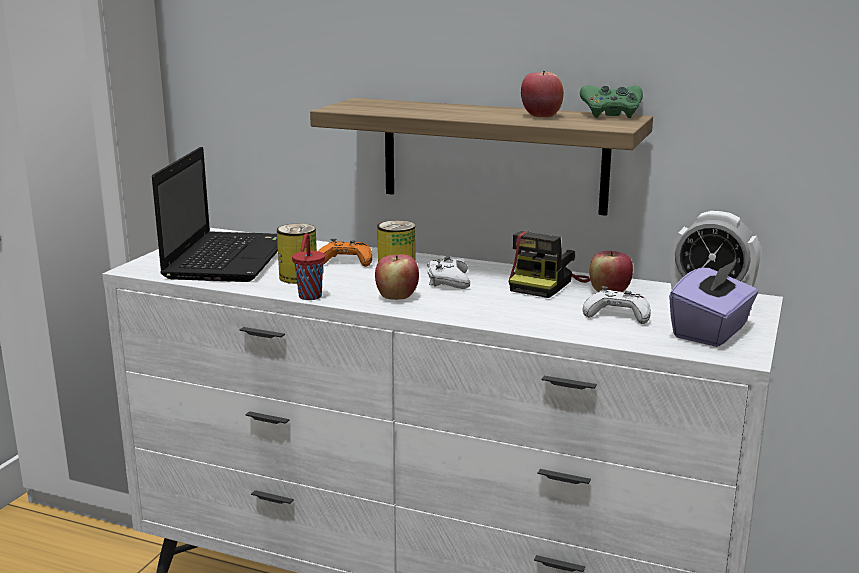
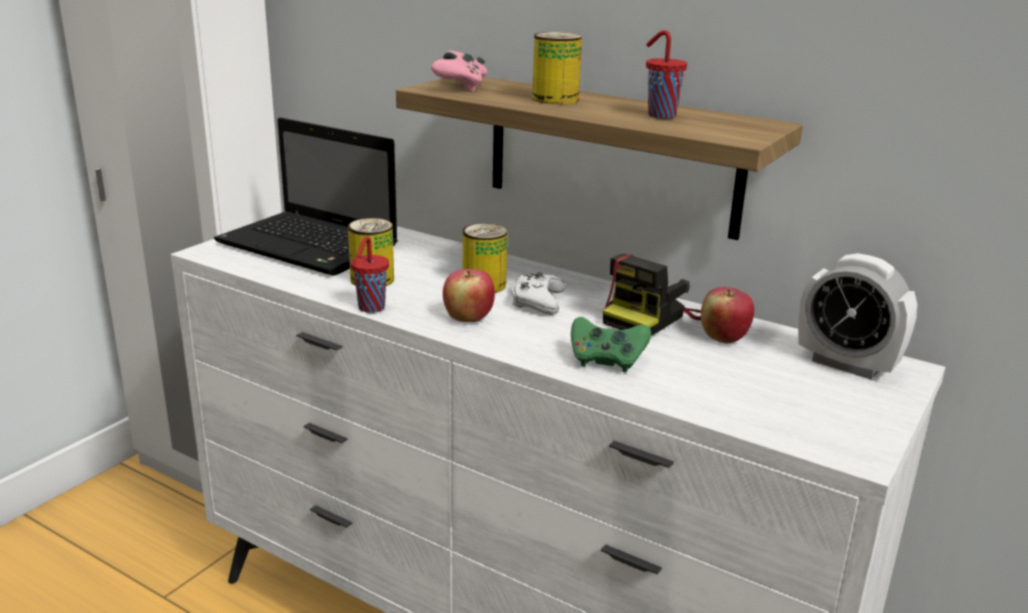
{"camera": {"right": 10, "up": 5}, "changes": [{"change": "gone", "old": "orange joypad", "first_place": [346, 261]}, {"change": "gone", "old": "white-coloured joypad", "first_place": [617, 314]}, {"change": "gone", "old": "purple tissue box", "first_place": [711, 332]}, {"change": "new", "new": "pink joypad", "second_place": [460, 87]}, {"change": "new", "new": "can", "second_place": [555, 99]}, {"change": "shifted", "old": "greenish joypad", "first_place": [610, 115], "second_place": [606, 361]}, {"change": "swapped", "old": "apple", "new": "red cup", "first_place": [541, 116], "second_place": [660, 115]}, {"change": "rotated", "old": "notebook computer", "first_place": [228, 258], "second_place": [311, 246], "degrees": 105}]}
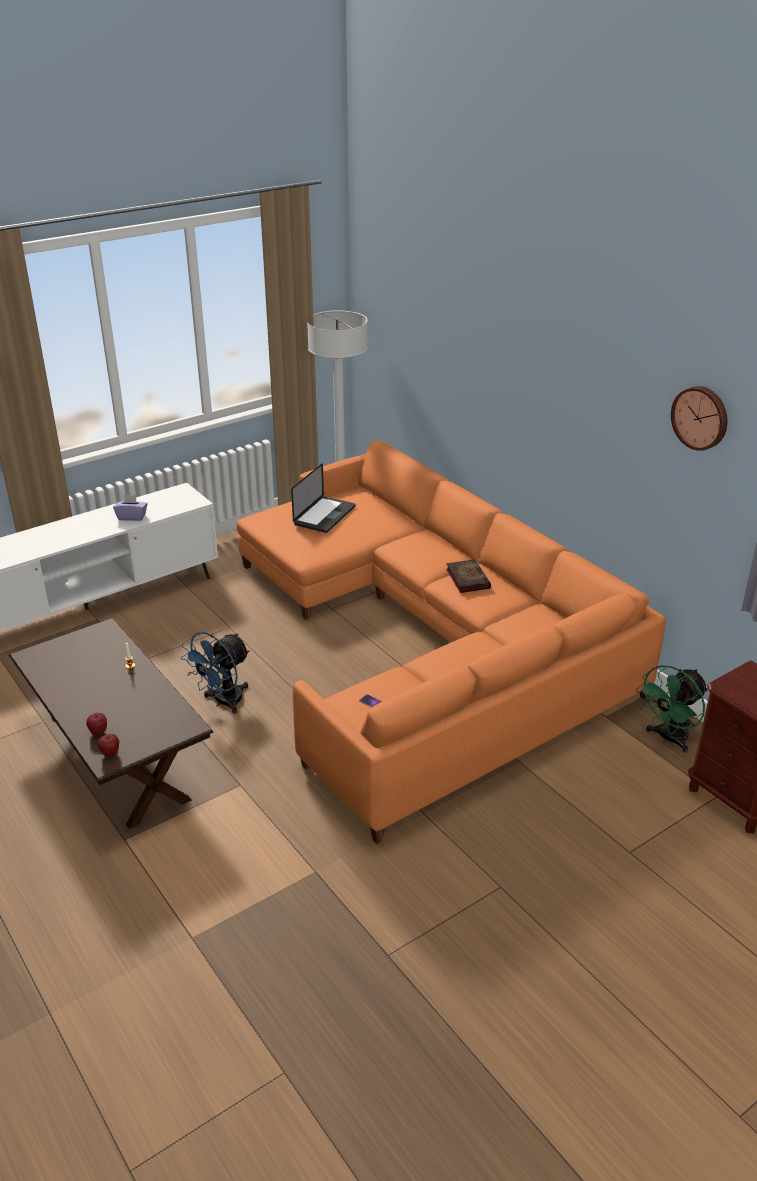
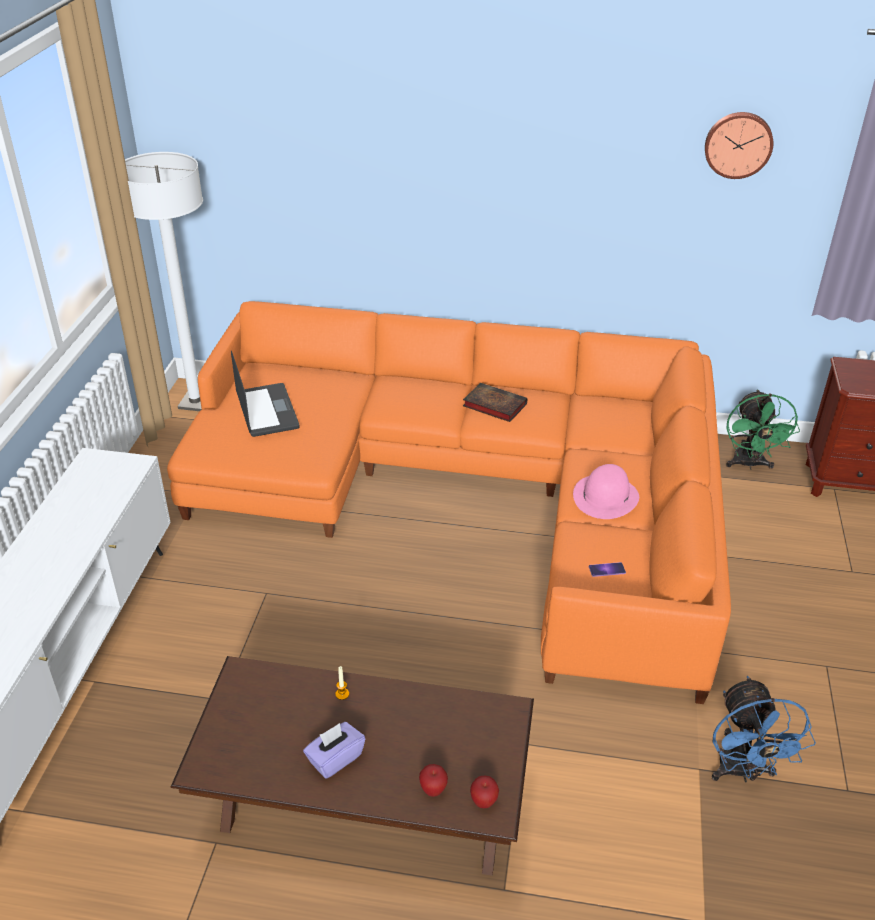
{"camera": {"right": -45, "up": 5}, "changes": [{"change": "new", "new": "pink wearable hat", "second_place": [605, 496]}, {"change": "shifted", "old": "purple tissue box", "first_place": [132, 517], "second_place": [335, 759]}, {"change": "shifted", "old": "bluish fan", "first_place": [223, 702], "second_place": [741, 772]}]}
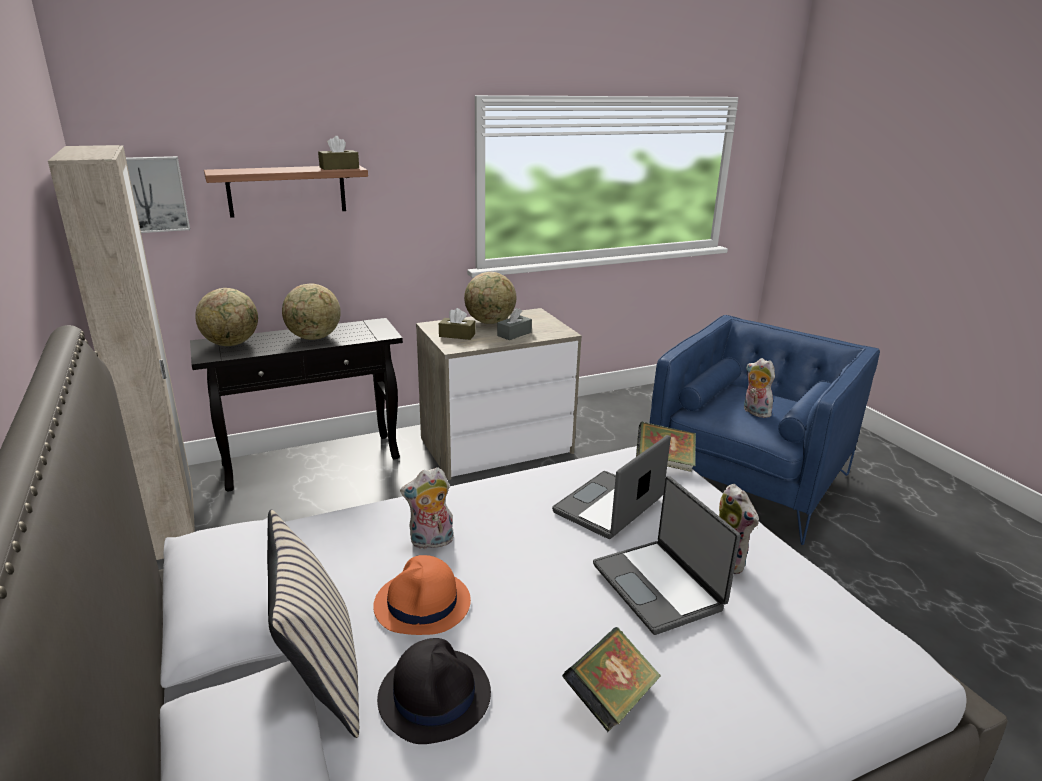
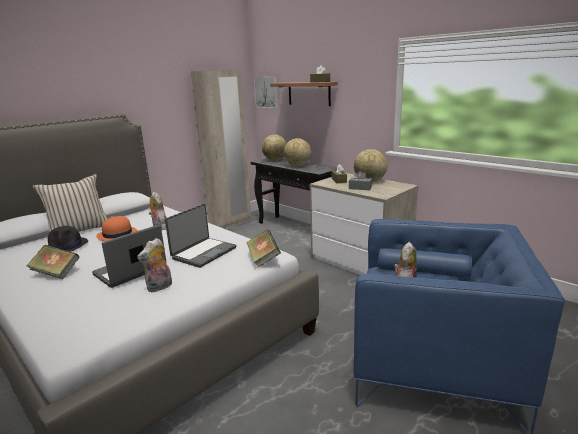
{"camera": {"right": 70, "up": -5}, "changes": [{"change": "rotated", "old": "notebook computer", "first_place": [610, 507], "second_place": [203, 253], "degrees": 105}]}
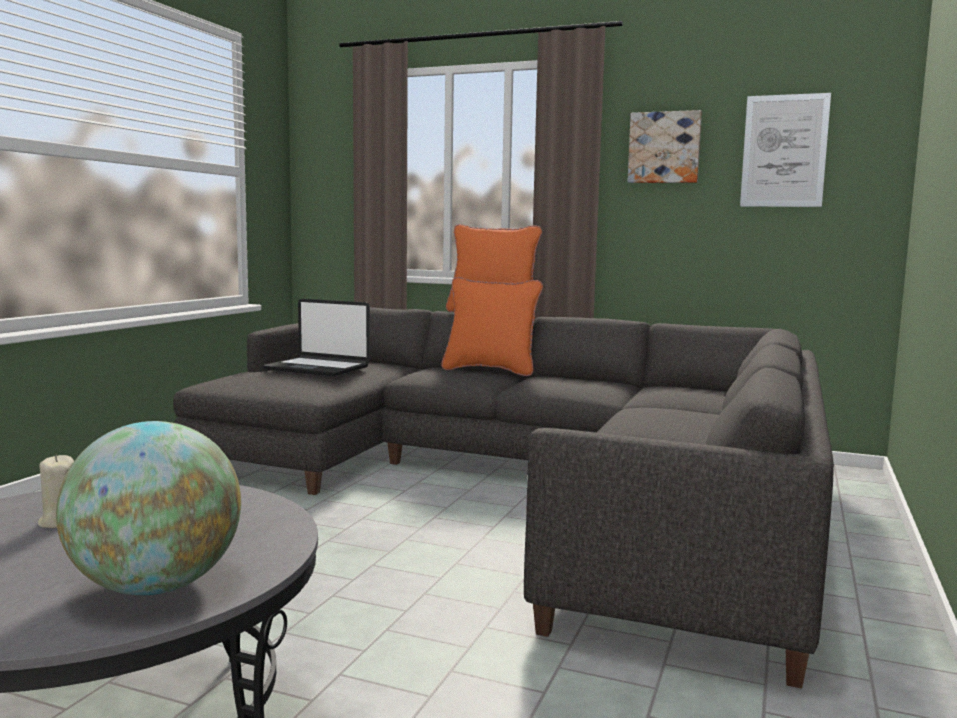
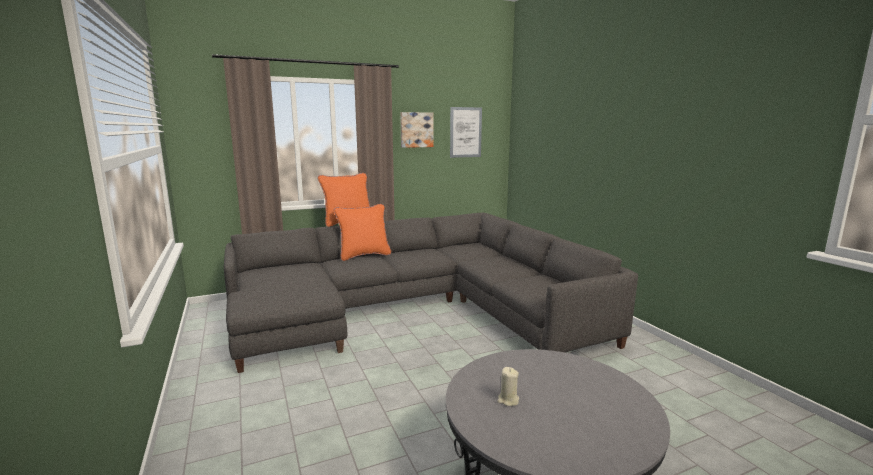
{"camera": {"right": -45, "up": 5}, "changes": [{"change": "gone", "old": "desk globe", "first_place": [156, 587]}, {"change": "gone", "old": "notebook computer", "first_place": [318, 368]}]}
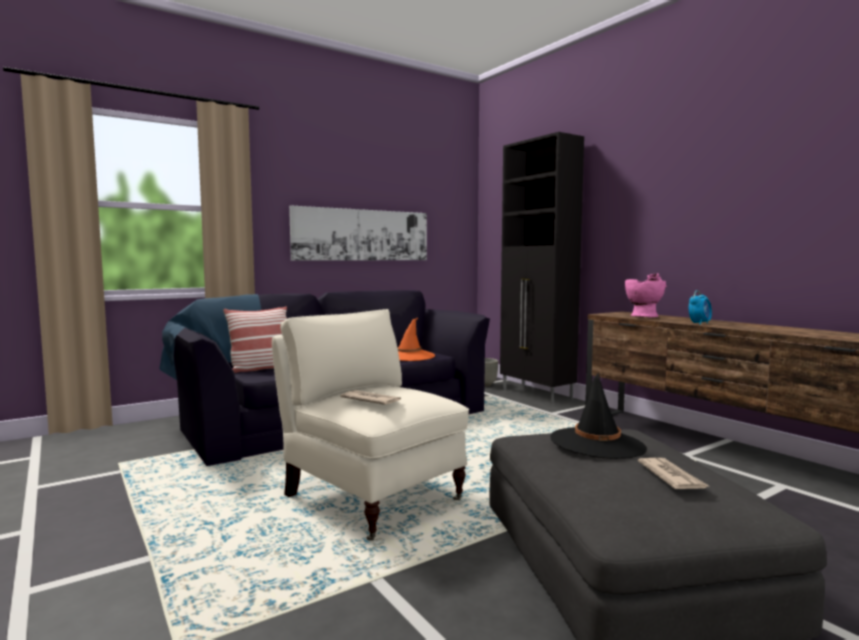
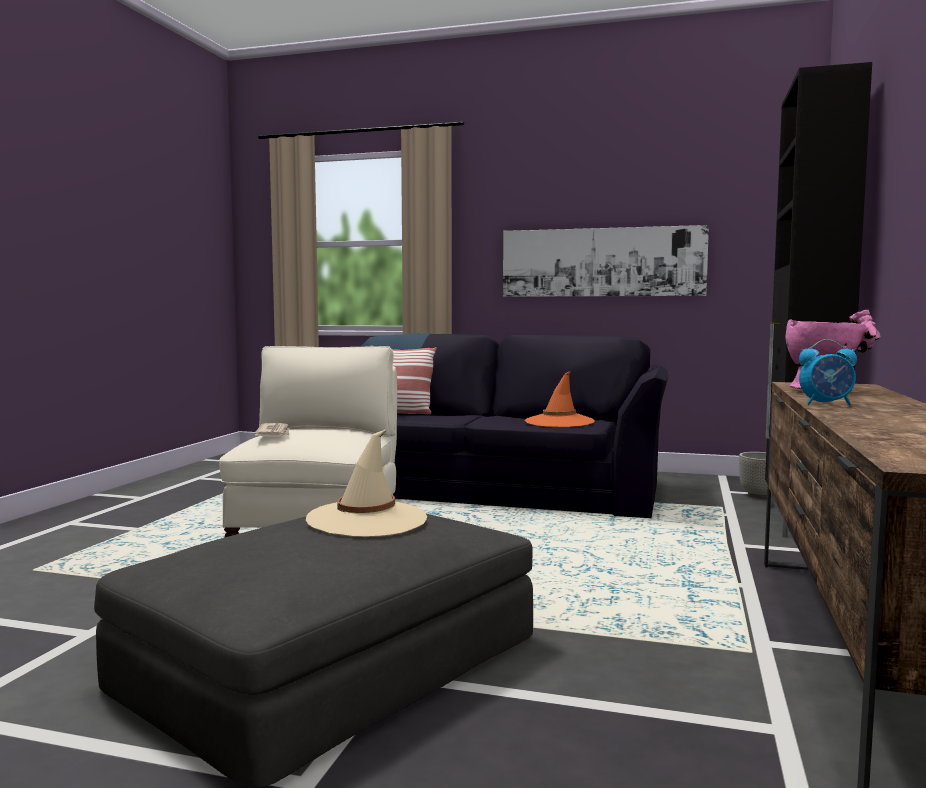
{"camera": {"right": 50, "up": 0}, "changes": [{"change": "gone", "old": "daily paper", "first_place": [671, 477]}, {"change": "repainted", "old": "black wearable hat", "new": "beige-coloured wearable hat", "first_place": [597, 444], "second_place": [367, 519]}]}
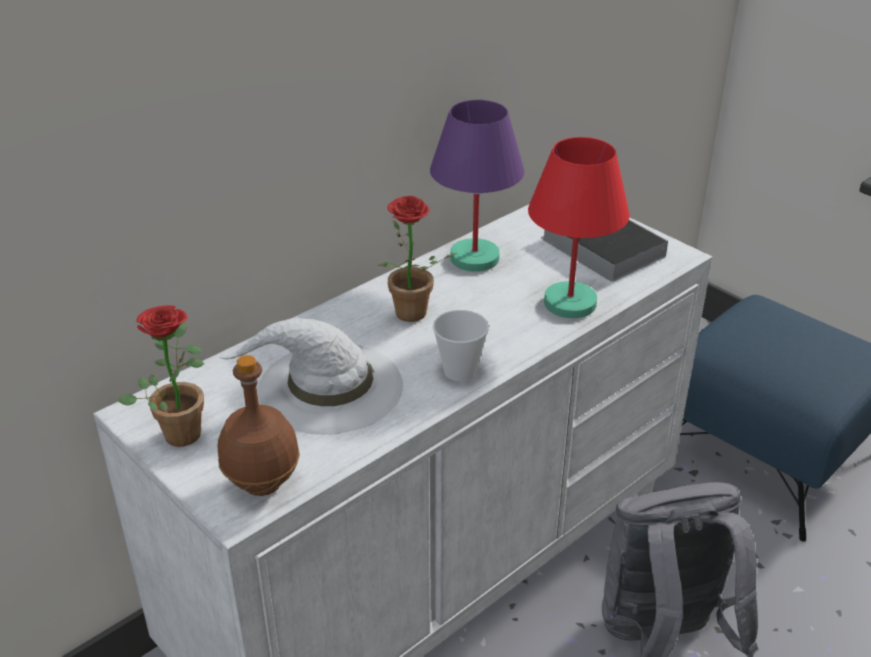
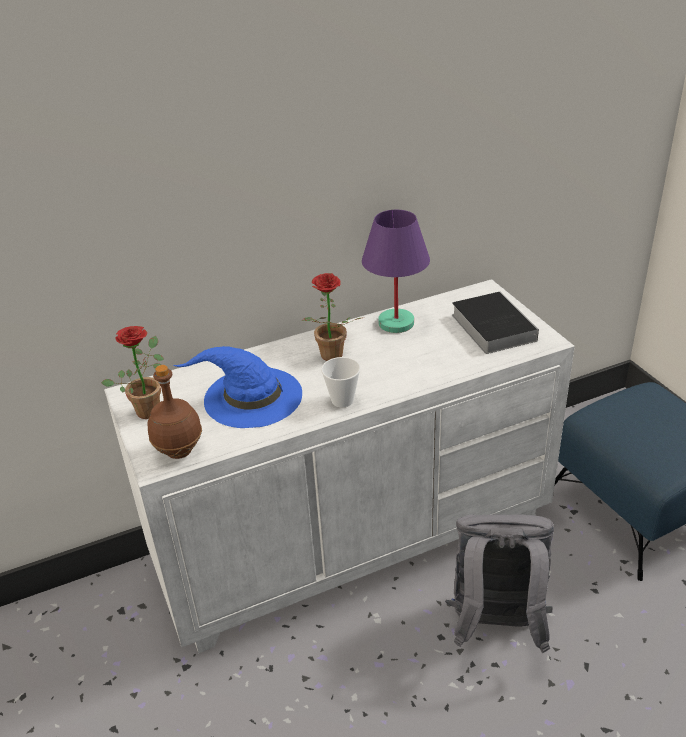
{"camera": {"right": 20, "up": 0}, "changes": [{"change": "gone", "old": "red table lamp", "first_place": [571, 303]}, {"change": "repainted", "old": "white-coloured wearable hat", "new": "bluish wearable hat", "first_place": [328, 388], "second_place": [251, 397]}]}
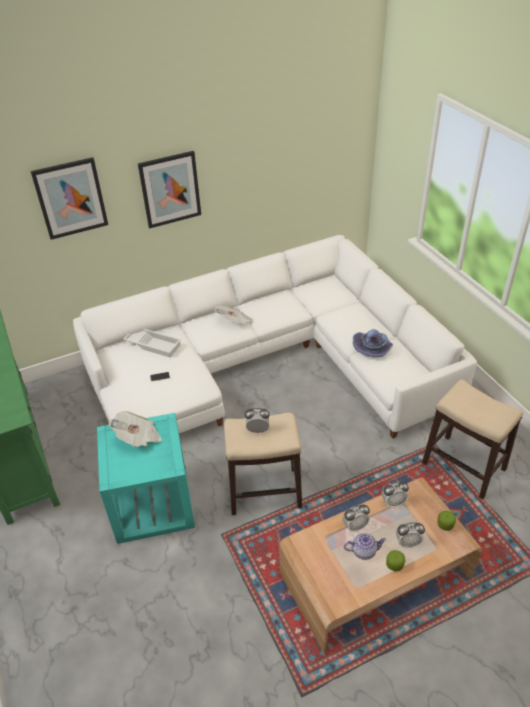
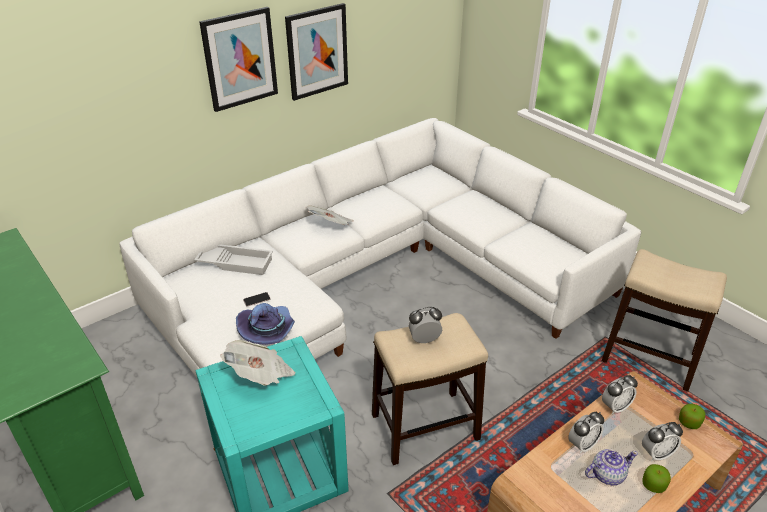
{"camera": {"right": -15, "up": -5}, "changes": [{"change": "shifted", "old": "wall art", "first_place": [70, 198], "second_place": [317, 51]}, {"change": "shifted", "old": "purple wearable hat", "first_place": [372, 348], "second_place": [268, 331]}]}
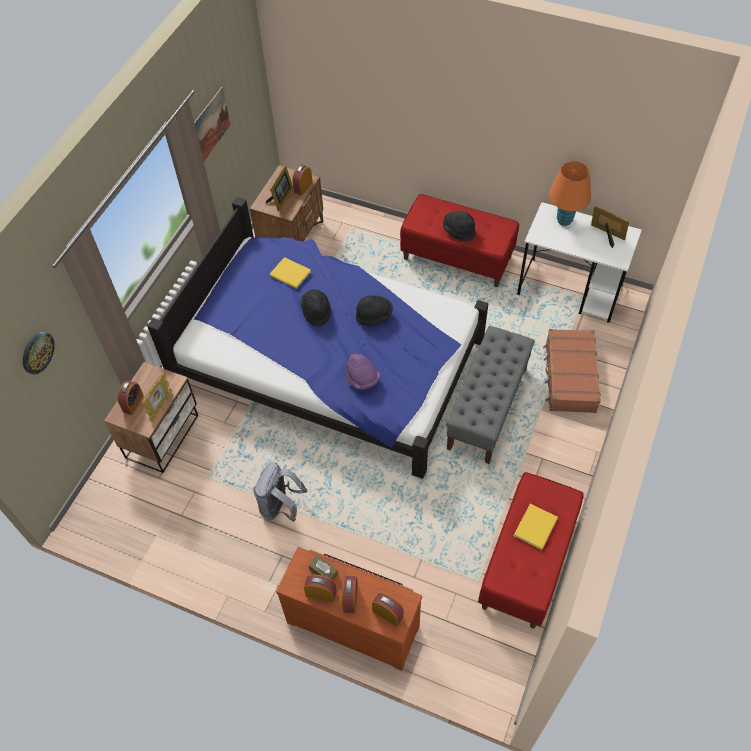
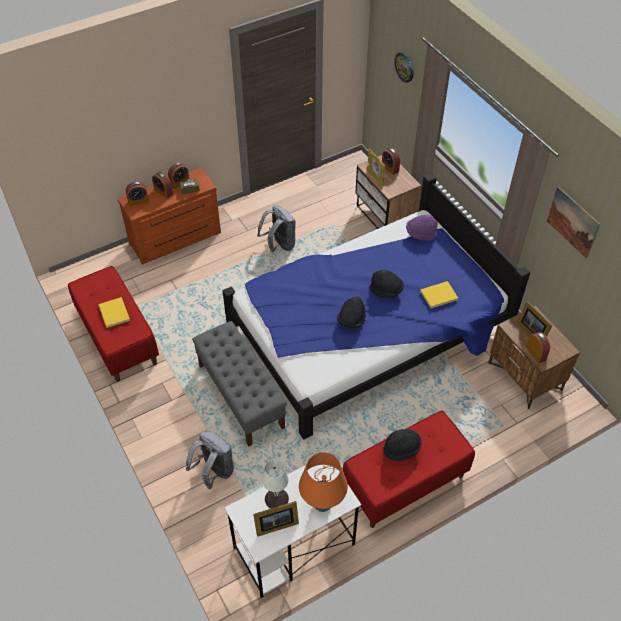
{"camera": {"right": 125, "up": -5}, "changes": [{"change": "new", "new": "white-coloured table lamp", "second_place": [276, 498]}, {"change": "shifted", "old": "purple wearable hat", "first_place": [362, 379], "second_place": [420, 234]}, {"change": "swapped", "old": "brown-coloured piece of luggage", "new": "greyish knapsack", "first_place": [569, 376], "second_place": [214, 472]}]}
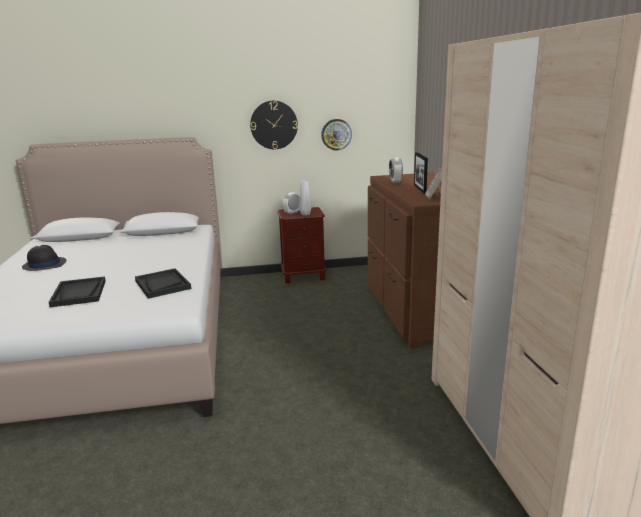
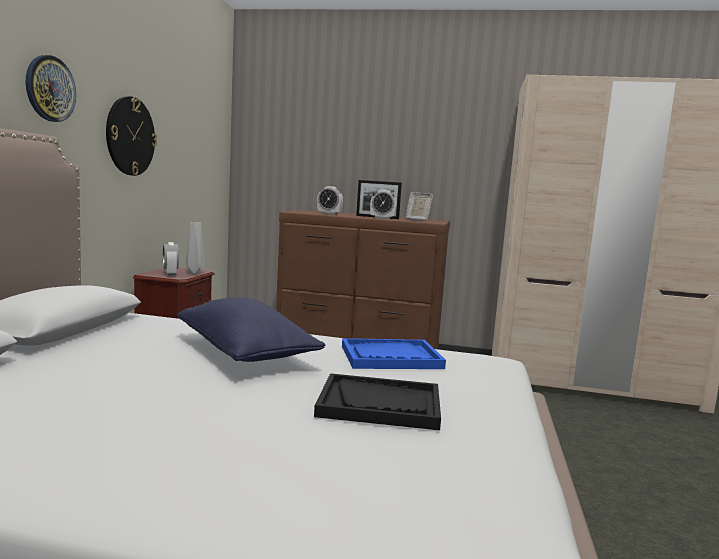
{"camera": {"right": -70, "up": -10}, "changes": [{"change": "gone", "old": "black wearable hat", "first_place": [44, 264]}, {"change": "new", "new": "bluish pillow", "second_place": [244, 353]}, {"change": "new", "new": "alarm clock", "second_place": [382, 218]}, {"change": "shifted", "old": "hanging clock", "first_place": [336, 134], "second_place": [50, 89]}, {"change": "repainted", "old": "black carrying tray", "new": "bluish carrying tray", "first_place": [162, 285], "second_place": [390, 357]}]}
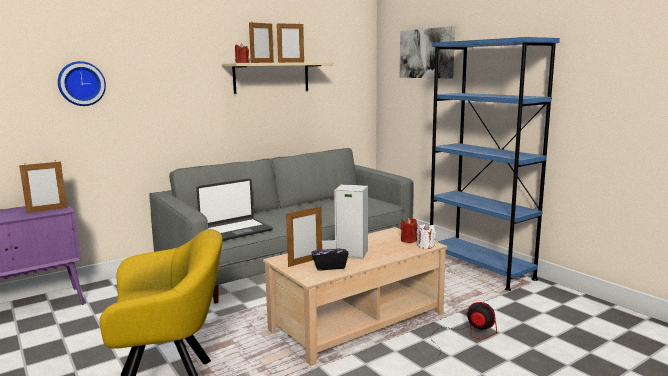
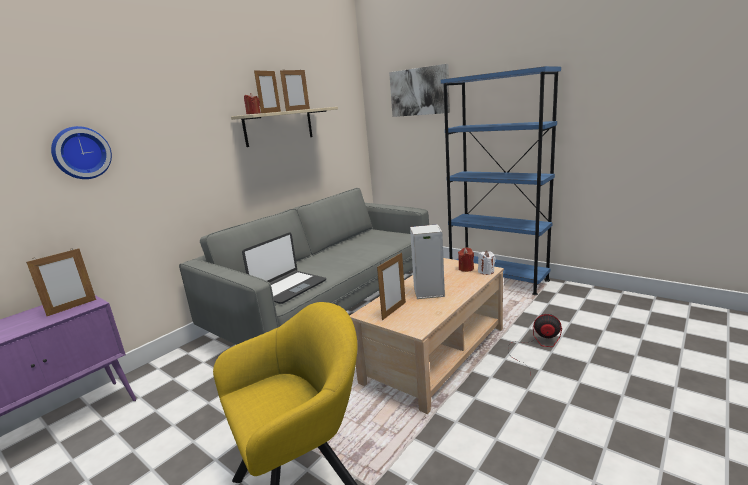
{"camera": {"right": -15, "up": 5}, "changes": [{"change": "gone", "old": "black tissue box", "first_place": [329, 266]}]}
